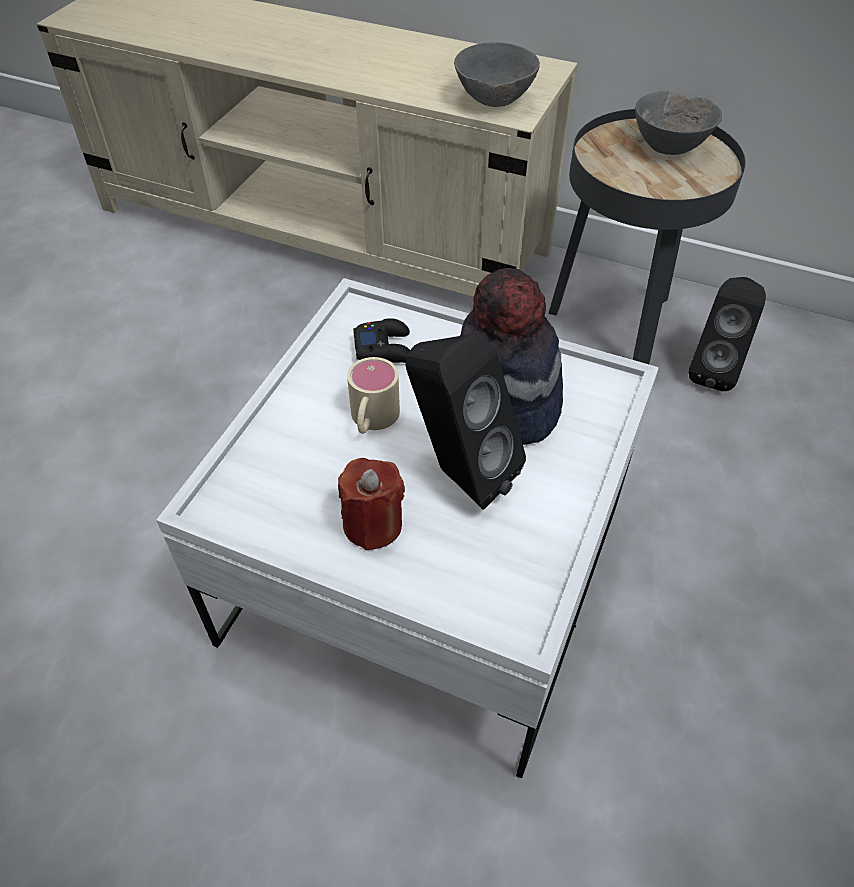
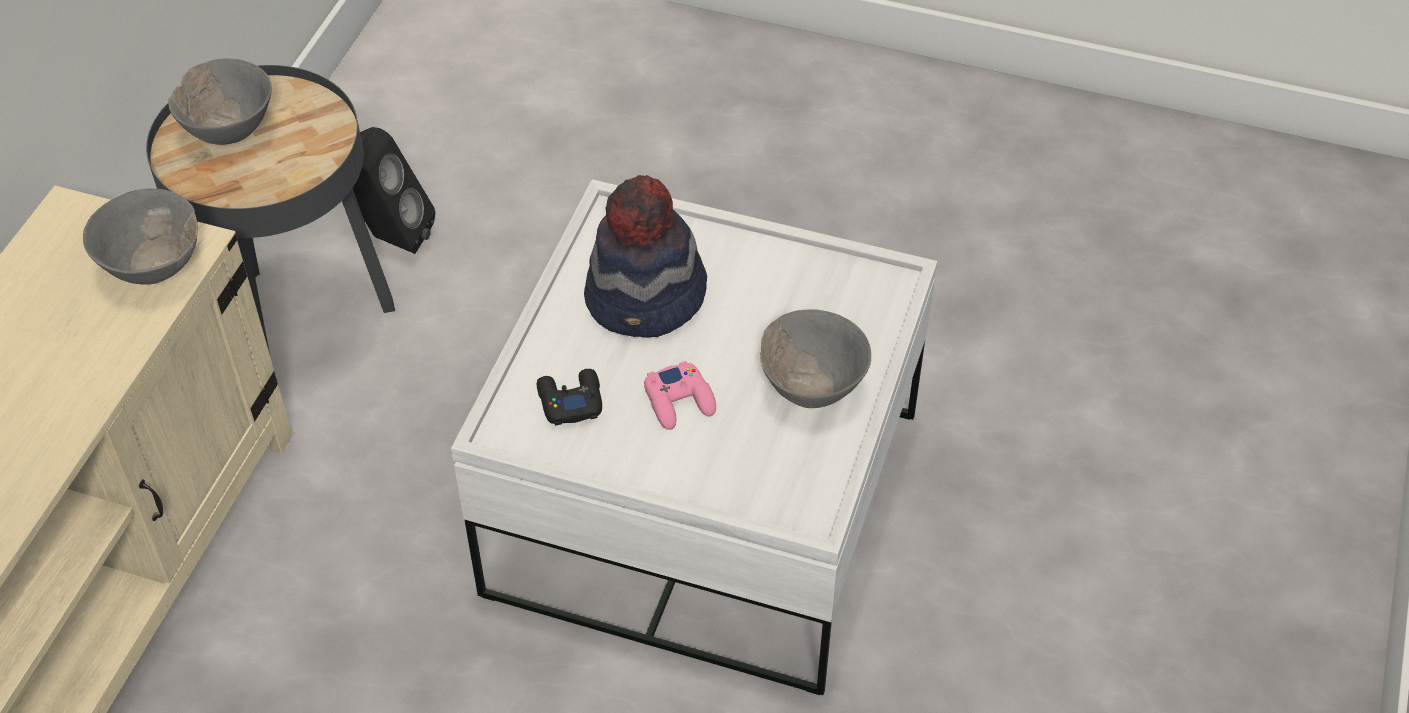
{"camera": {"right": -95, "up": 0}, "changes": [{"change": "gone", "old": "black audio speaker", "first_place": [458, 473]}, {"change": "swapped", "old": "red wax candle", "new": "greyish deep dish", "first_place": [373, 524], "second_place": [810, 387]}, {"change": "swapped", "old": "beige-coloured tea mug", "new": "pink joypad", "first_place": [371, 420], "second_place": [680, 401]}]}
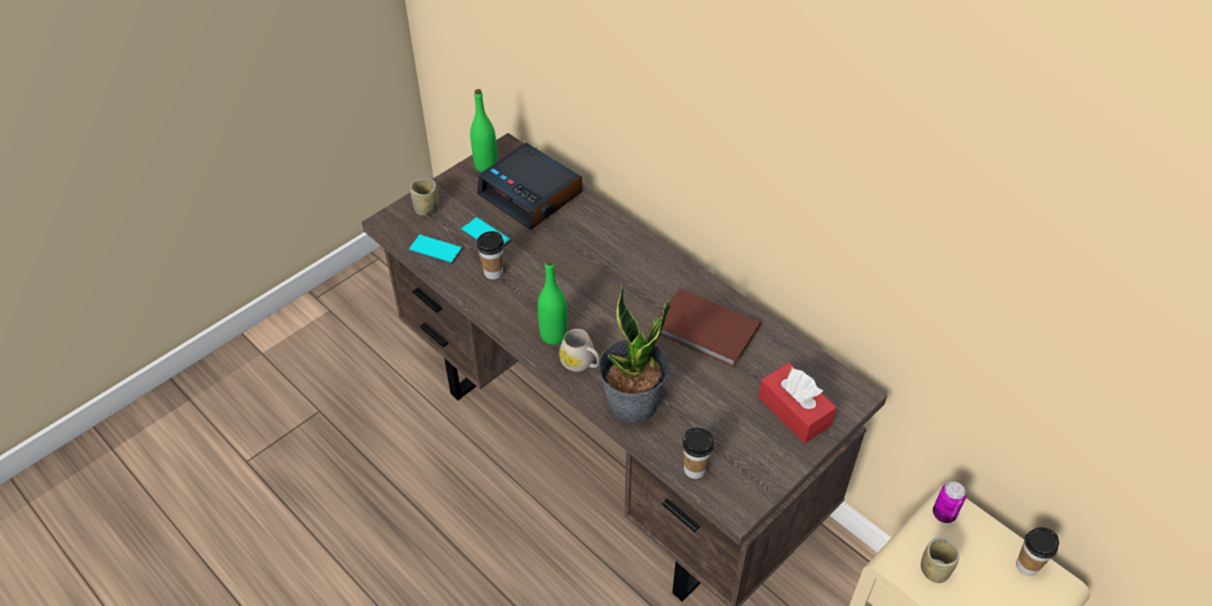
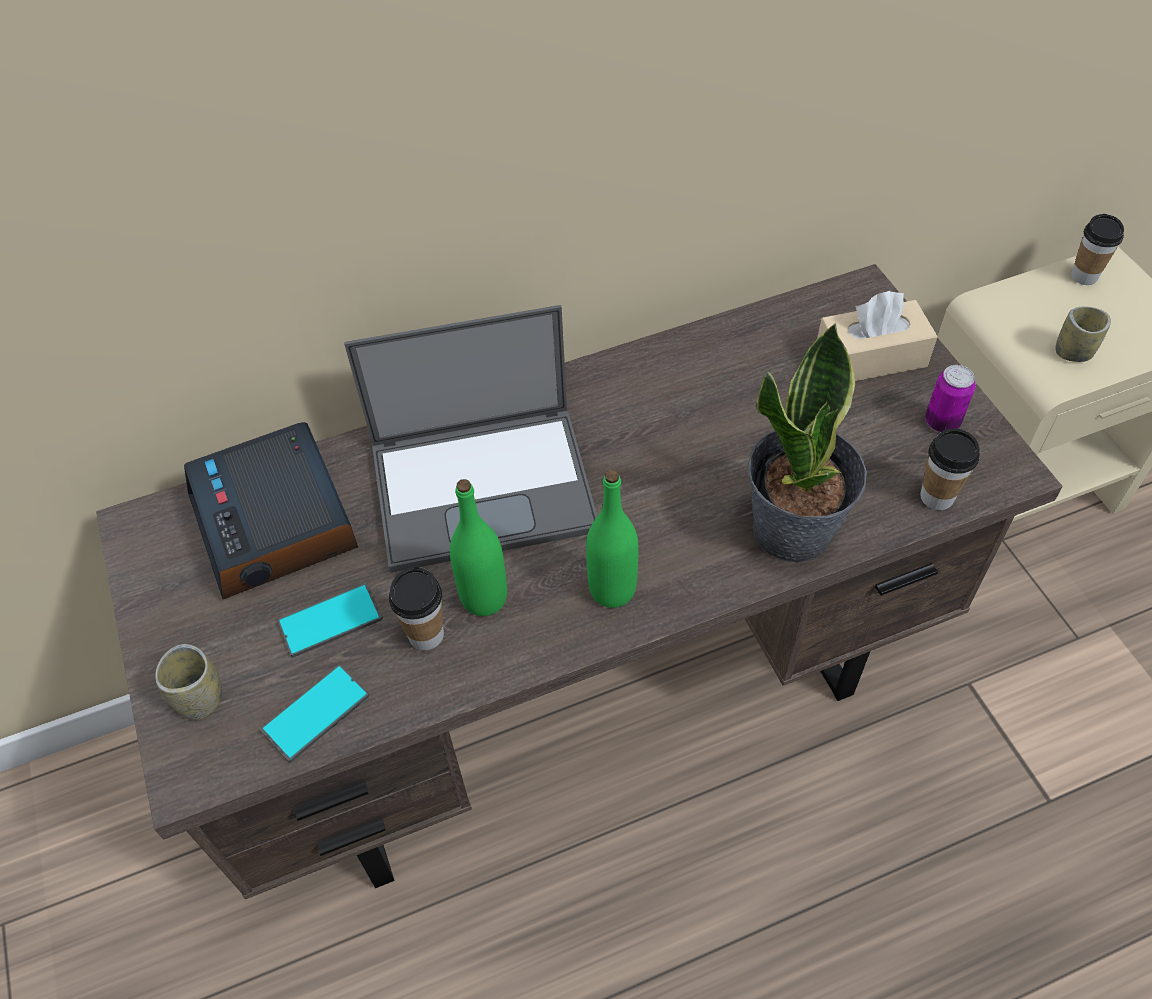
{"camera": {"right": -65, "up": 5}, "changes": [{"change": "gone", "old": "white-coloured tea mug", "first_place": [581, 363]}, {"change": "gone", "old": "brown-coloured bound book", "first_place": [706, 332]}, {"change": "new", "new": "notebook computer", "second_place": [485, 485]}, {"change": "shifted", "old": "greenish bottle", "first_place": [486, 166], "second_place": [484, 598]}, {"change": "shifted", "old": "can", "first_place": [943, 514], "second_place": [942, 422]}, {"change": "repainted", "old": "red tissue box", "new": "beige-coloured tissue box", "first_place": [794, 411], "second_place": [870, 357]}, {"change": "rotated", "old": "alarm clock", "first_place": [531, 194], "second_place": [276, 522], "degrees": 90}]}
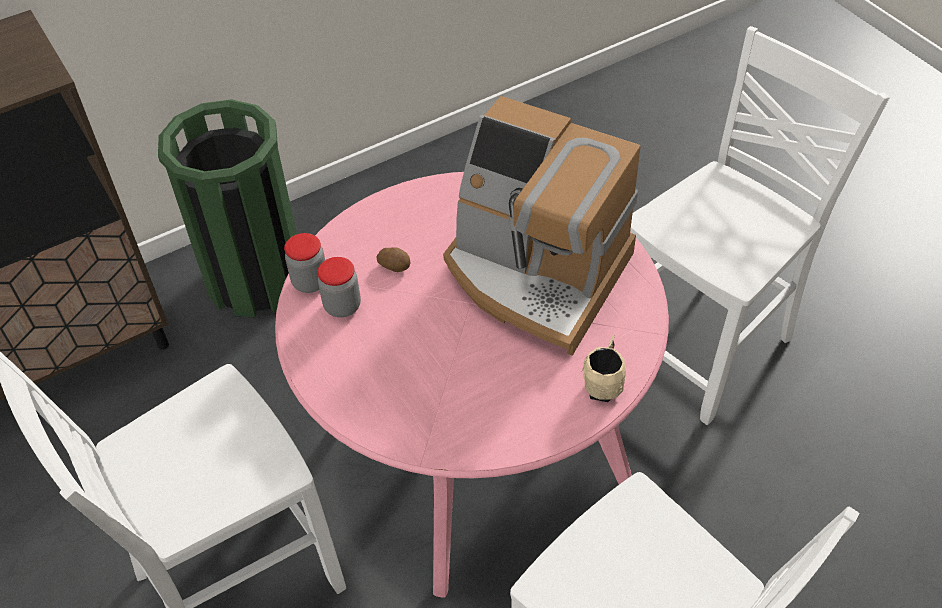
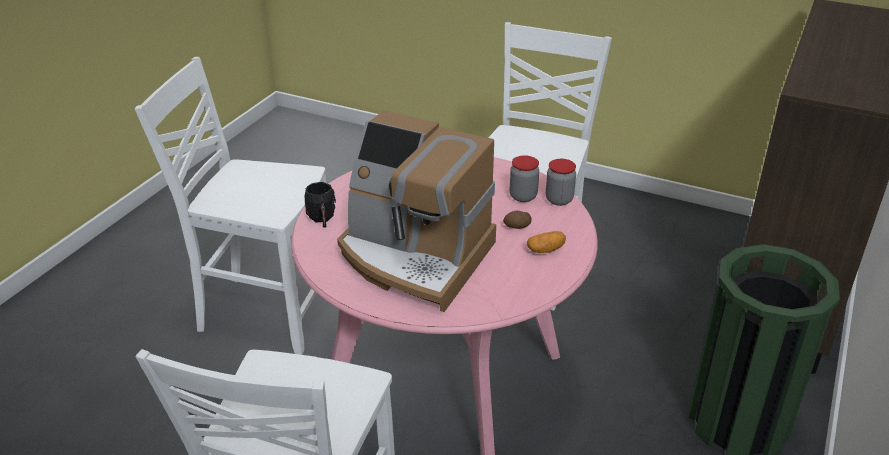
{"camera": {"right": 145, "up": -15}, "changes": [{"change": "new", "new": "spud", "second_place": [545, 250]}, {"change": "repainted", "old": "beige-coloured tea mug", "new": "black tea mug", "first_place": [604, 383], "second_place": [322, 218]}, {"change": "rotated", "old": "coffee maker", "first_place": [536, 274], "second_place": [415, 257], "degrees": -150}]}
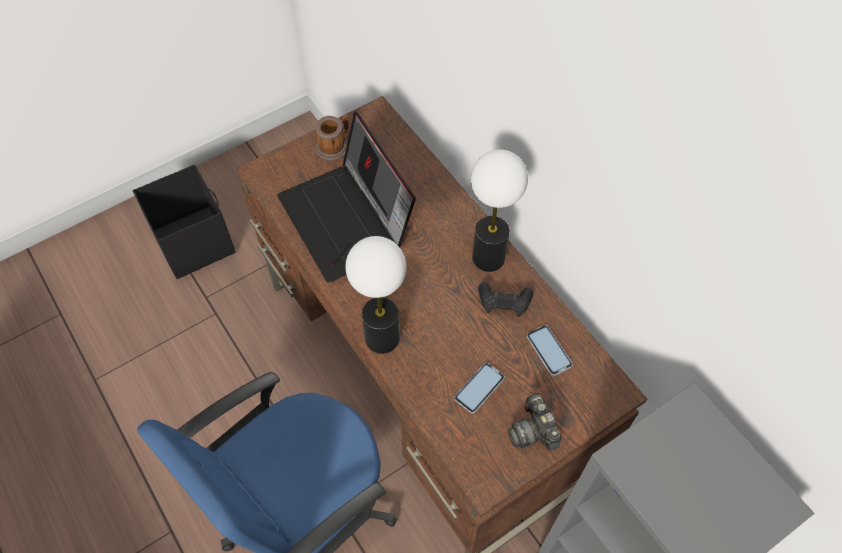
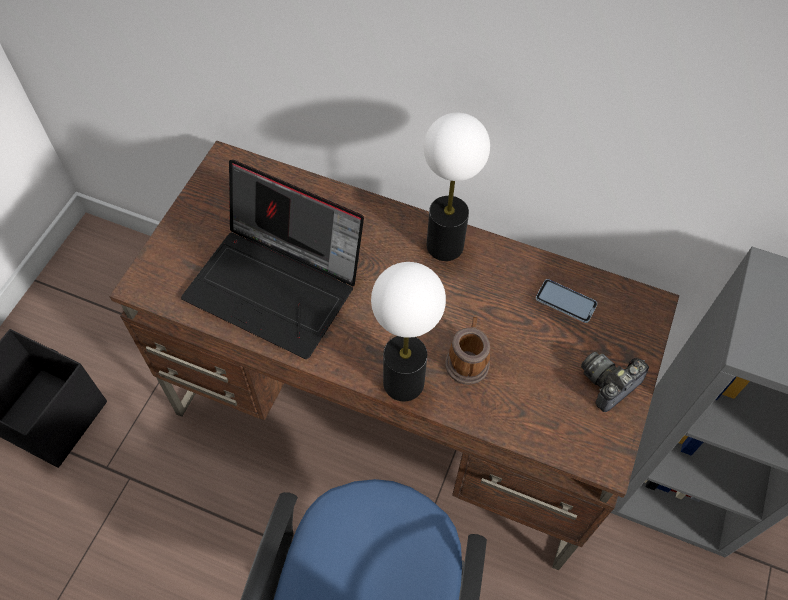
{"camera": {"right": -35, "up": 0}, "changes": [{"change": "gone", "old": "handset", "first_place": [479, 388]}, {"change": "gone", "old": "black joypad", "first_place": [504, 303]}, {"change": "shifted", "old": "tea mug", "first_place": [335, 146], "second_place": [467, 359]}, {"change": "rotated", "old": "photo camera", "first_place": [533, 430], "second_place": [609, 384], "degrees": 105}]}
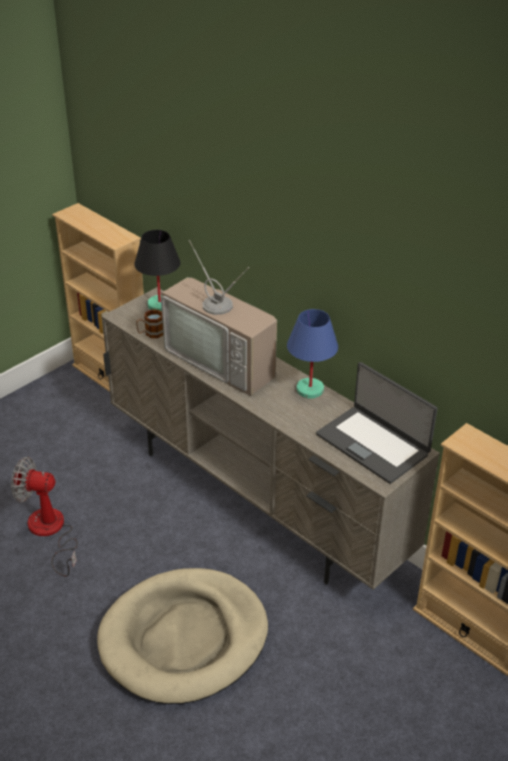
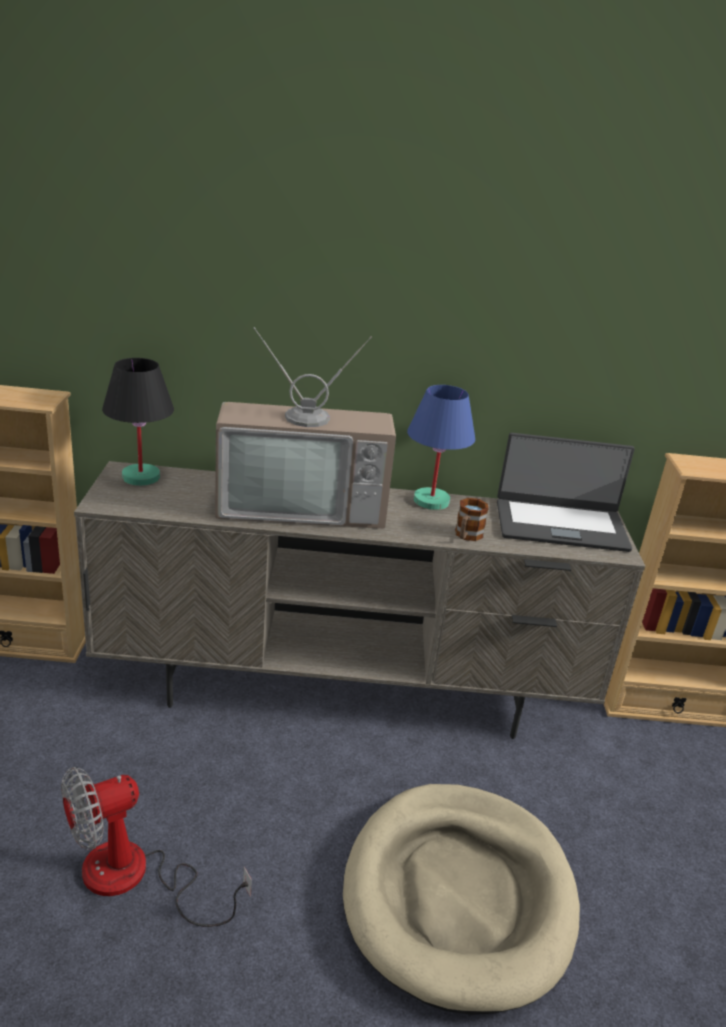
{"camera": {"right": -45, "up": -10}, "changes": [{"change": "shifted", "old": "tea mug", "first_place": [150, 333], "second_place": [466, 536]}]}
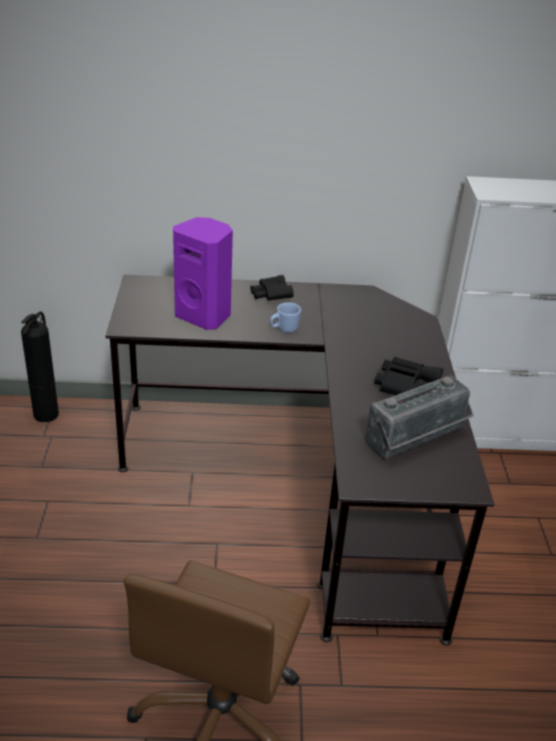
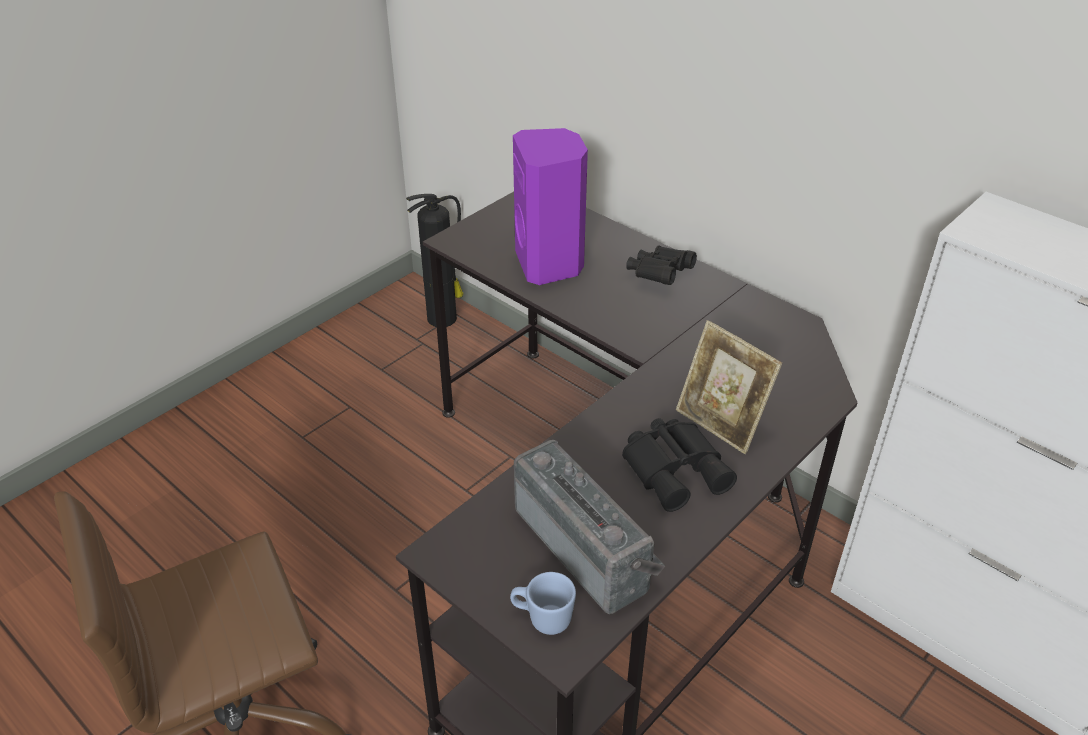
{"camera": {"right": 45, "up": 5}, "changes": [{"change": "new", "new": "photo frame", "second_place": [720, 424]}, {"change": "shifted", "old": "bluish tea mug", "first_place": [283, 330], "second_place": [542, 618]}, {"change": "rotated", "old": "radio", "first_place": [417, 440], "second_place": [587, 546], "degrees": -135}]}
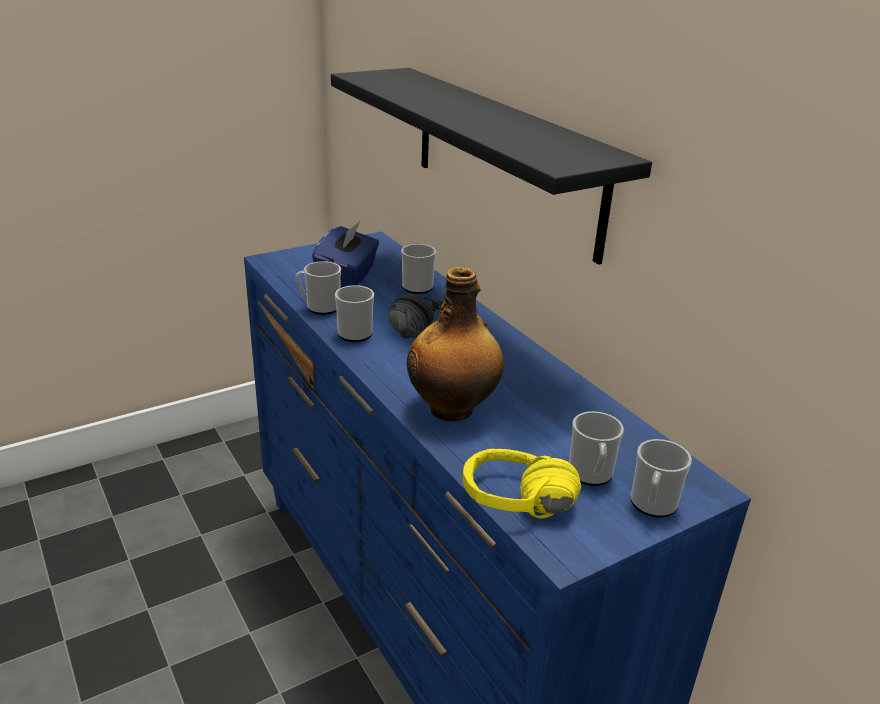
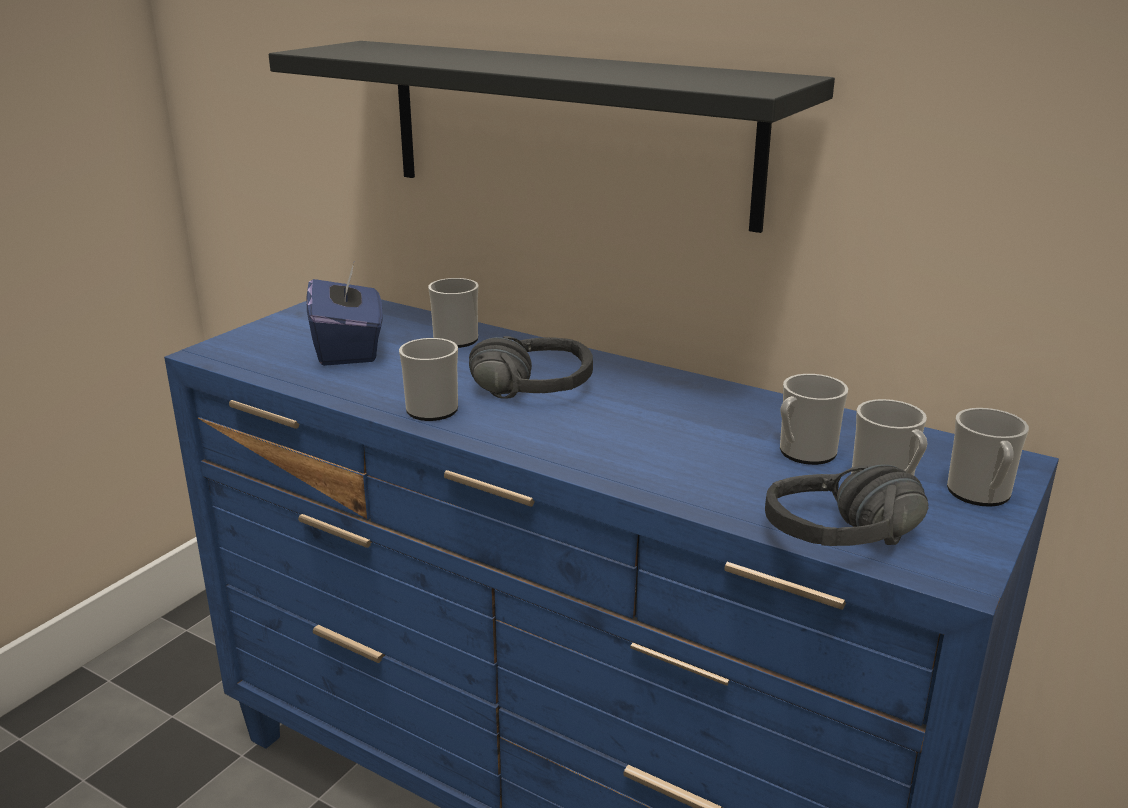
{"camera": {"right": -25, "up": -5}, "changes": [{"change": "gone", "old": "bottle", "first_place": [453, 409]}, {"change": "shifted", "old": "tea mug", "first_place": [319, 307], "second_place": [803, 453]}, {"change": "repainted", "old": "yellowish pair of headphones", "new": "black pair of headphones", "first_place": [517, 512], "second_place": [855, 548]}]}
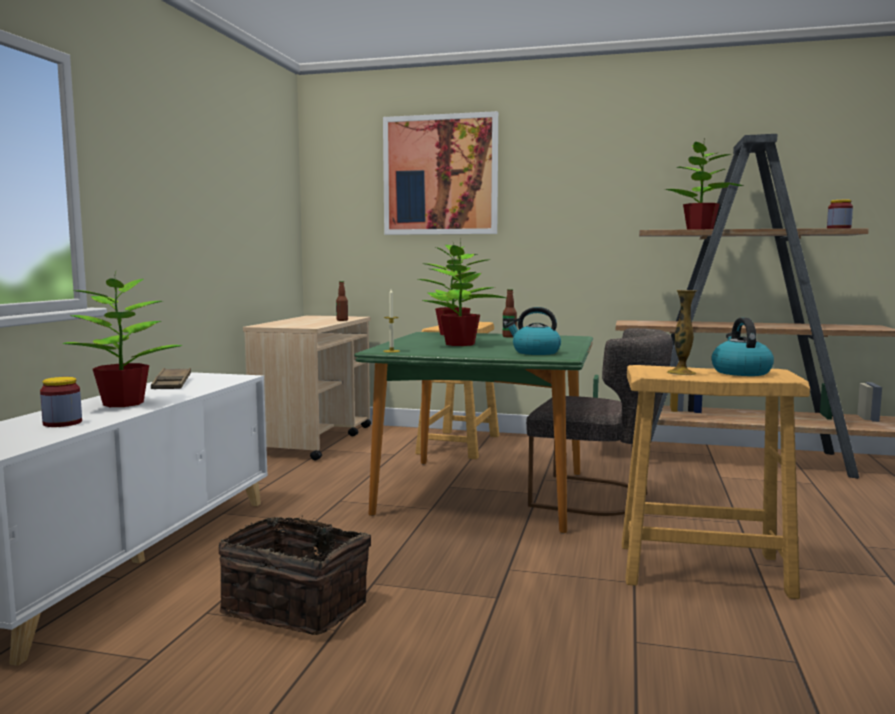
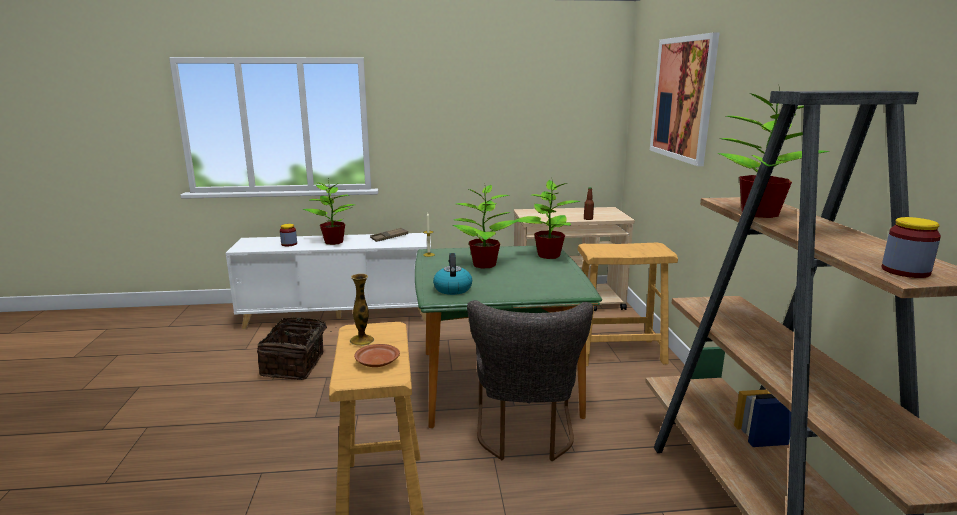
{"camera": {"right": 70, "up": 10}, "changes": [{"change": "gone", "old": "bottle", "first_place": [509, 336]}, {"change": "swapped", "old": "water kettle", "new": "brown-coloured plate", "first_place": [740, 372], "second_place": [376, 362]}]}
